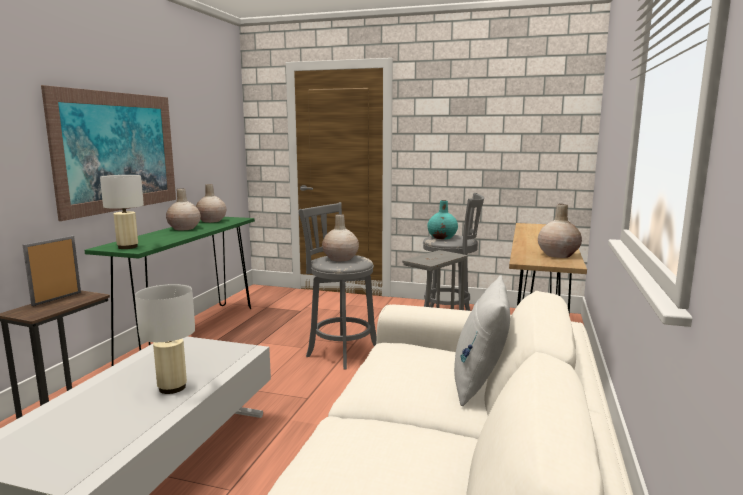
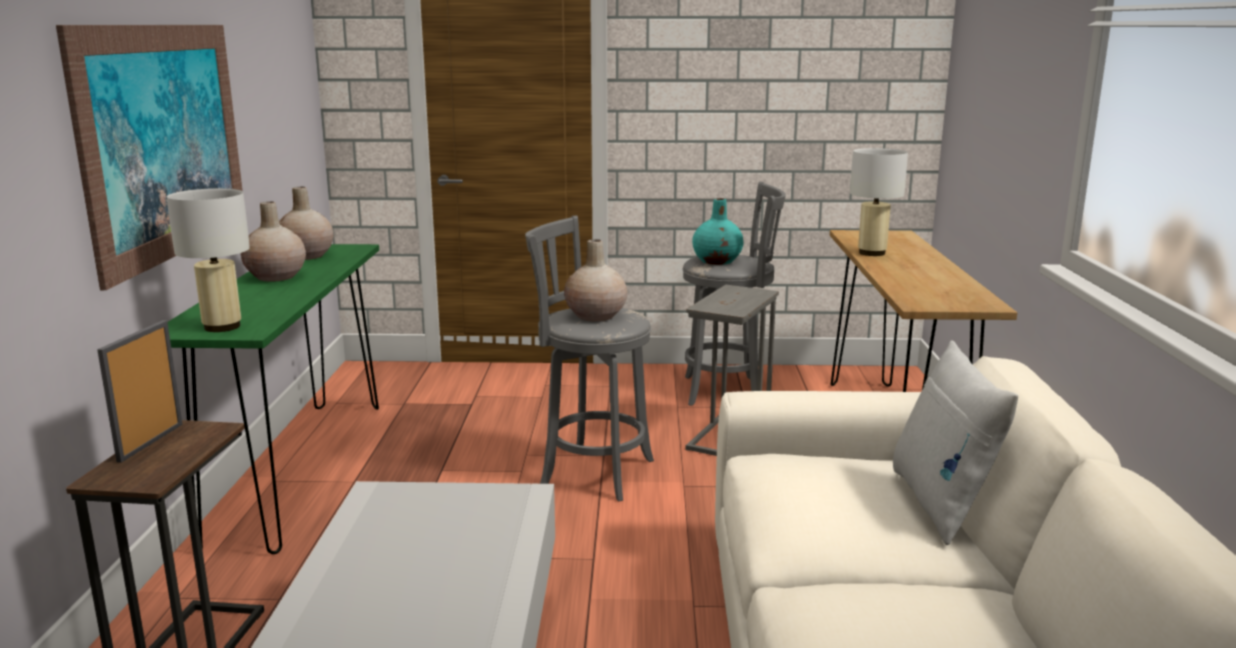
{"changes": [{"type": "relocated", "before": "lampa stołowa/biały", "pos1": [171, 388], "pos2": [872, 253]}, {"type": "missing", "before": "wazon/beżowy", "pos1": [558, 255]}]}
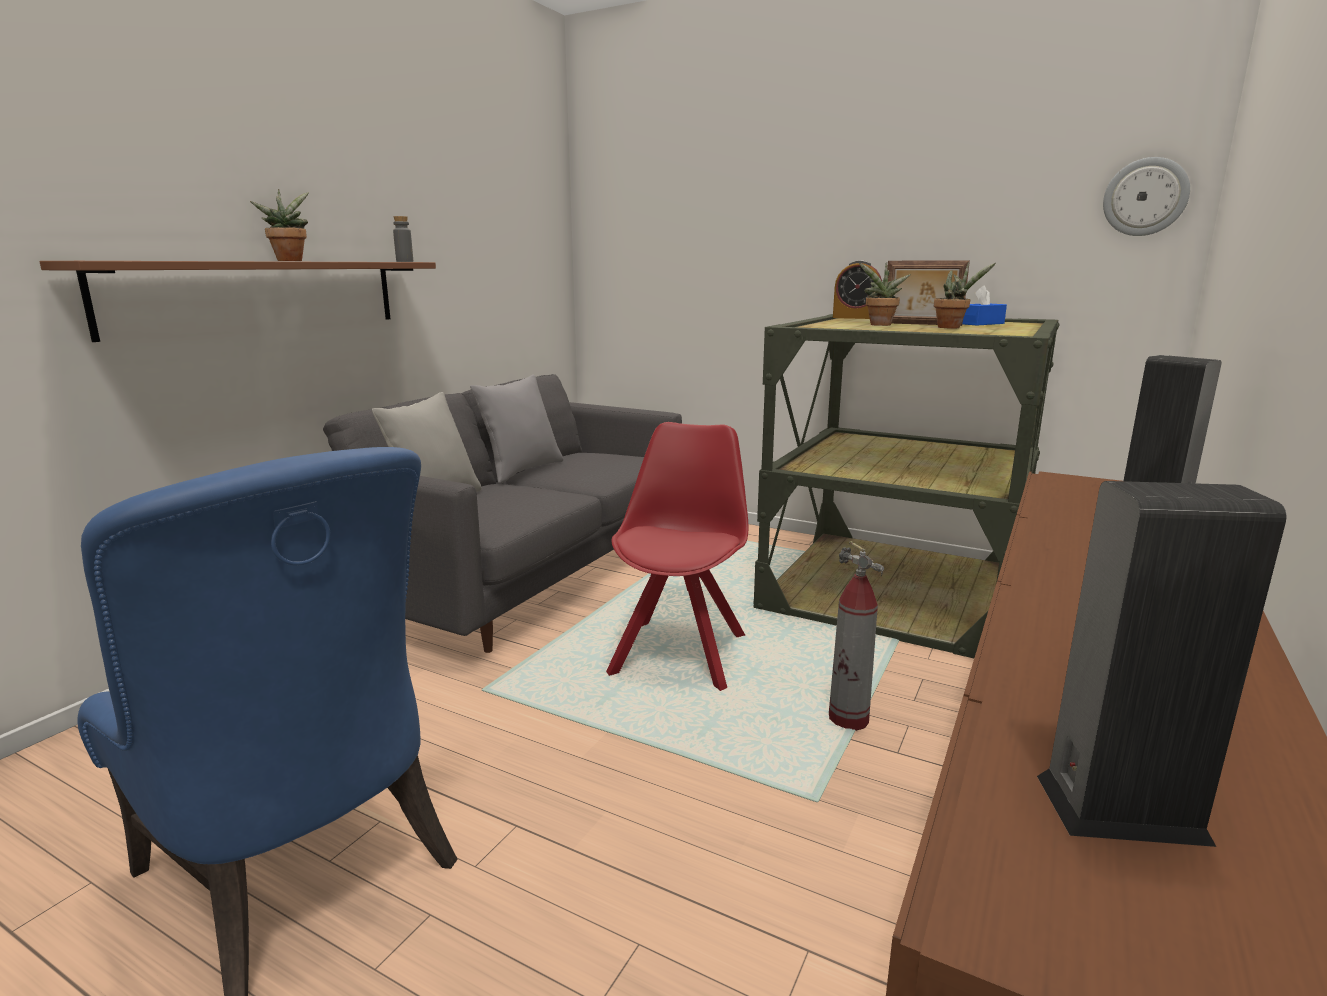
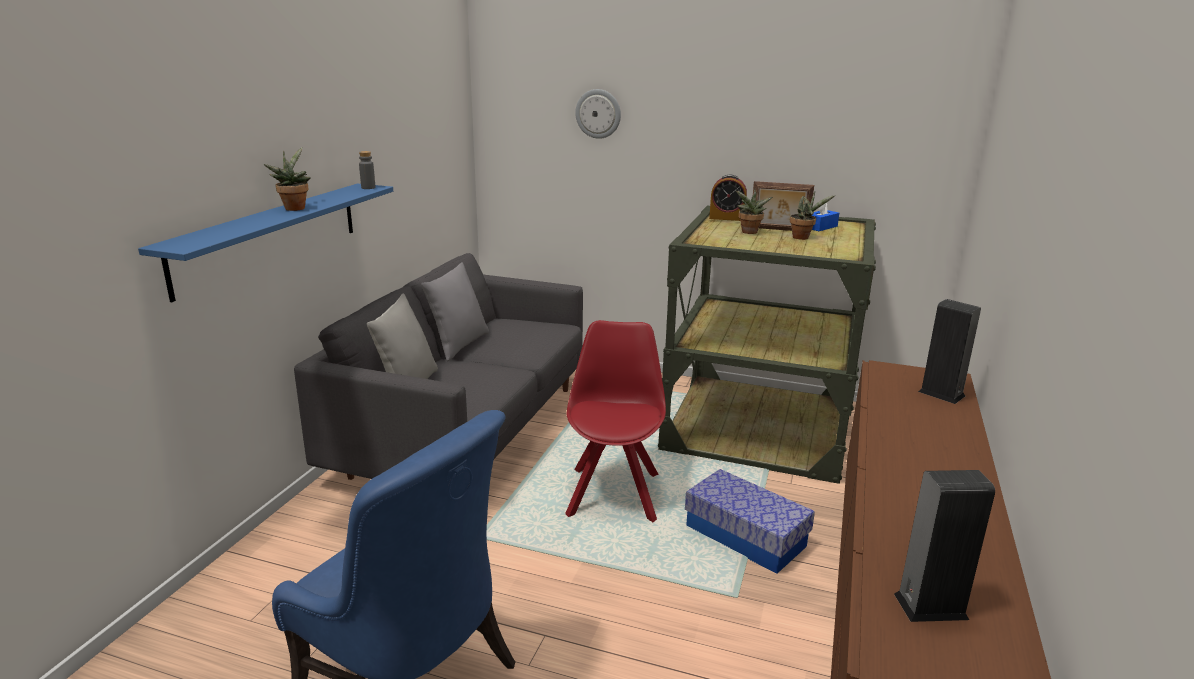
{"changes": [{"type": "colour", "before": "półka/brązowy", "after": "półka/niebieski", "pos1": [261, 295], "pos2": [270, 236]}, {"type": "exchanged", "before": "gaśnica", "after": "pojemnik do przechowywania", "pos1": [848, 719], "pos2": [745, 536]}, {"type": "relocated", "before": "zegar ścienny", "pos1": [1145, 197], "pos2": [598, 113]}]}
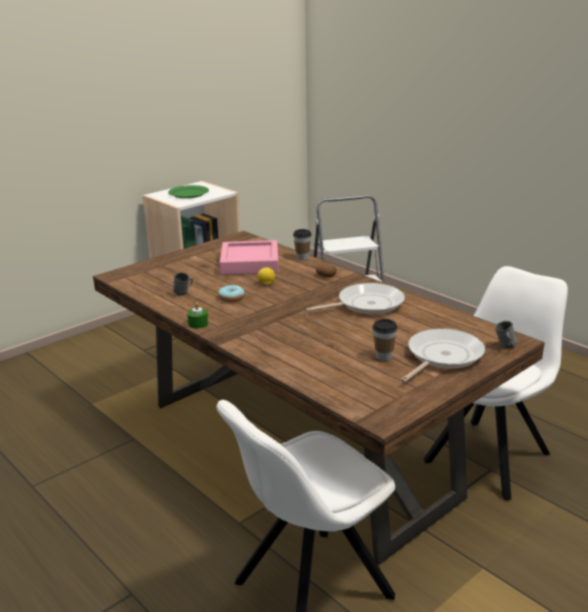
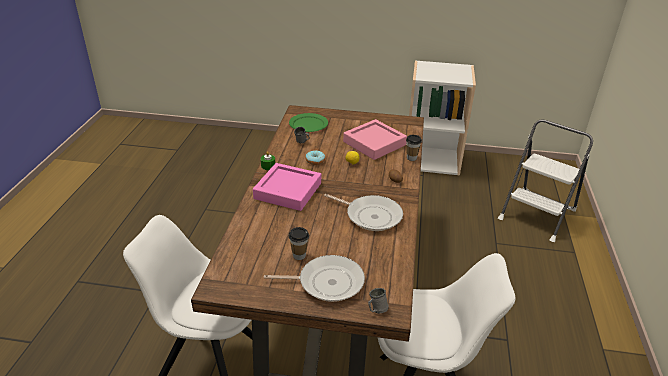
{"changes": [{"type": "relocated", "before": "talerz/zielony", "pos1": [189, 193], "pos2": [309, 124]}, {"type": "appeared", "after": "taca/różowy", "pos2": [288, 191]}]}
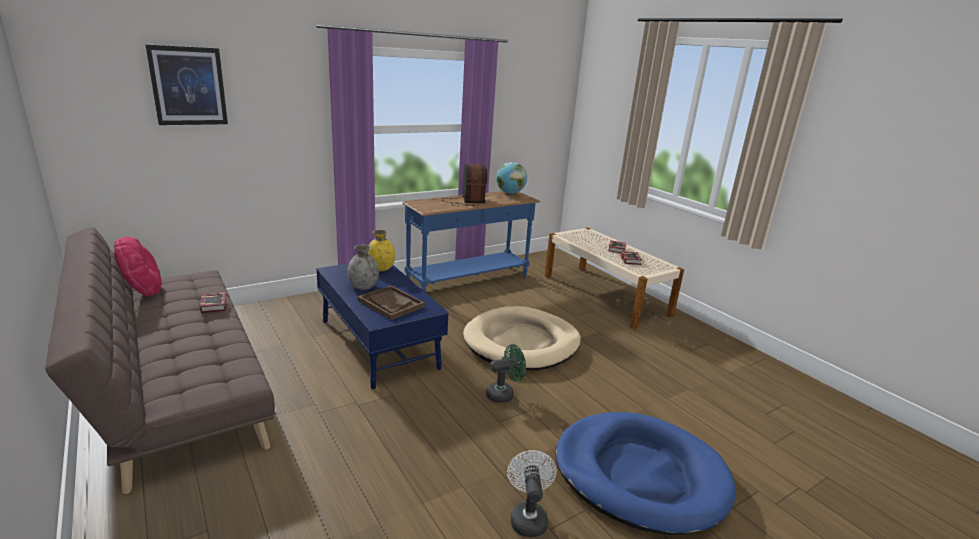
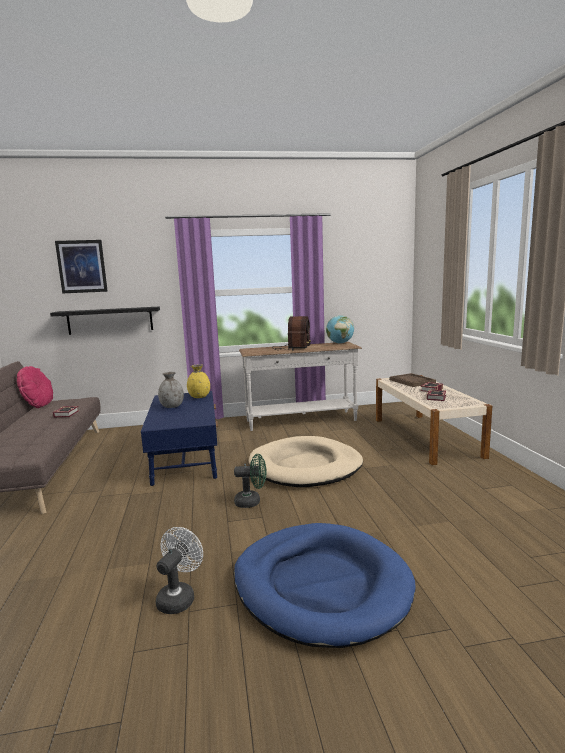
{"changes": [{"type": "relocated", "before": "taca/brązowy", "pos1": [390, 304], "pos2": [412, 381]}, {"type": "colour", "before": "stolik konsolowy/niebieski", "after": "stolik konsolowy/biały", "pos1": [468, 281], "pos2": [301, 421]}, {"type": "appeared", "after": "półka/czarny", "pos2": [110, 320]}]}
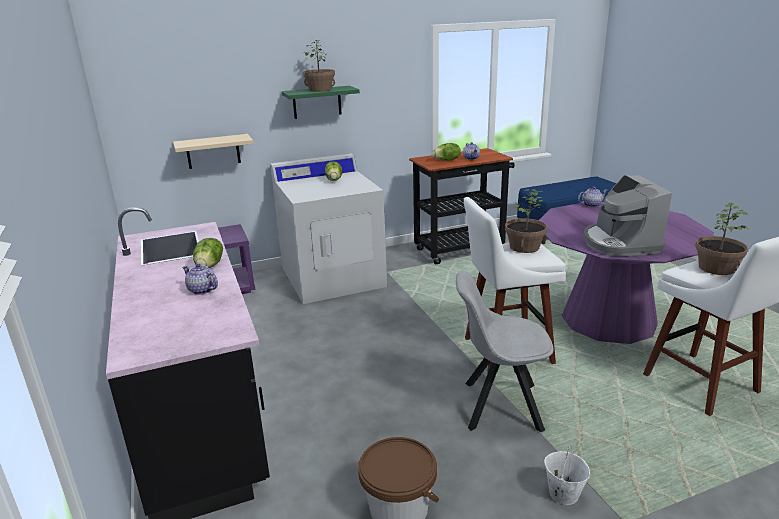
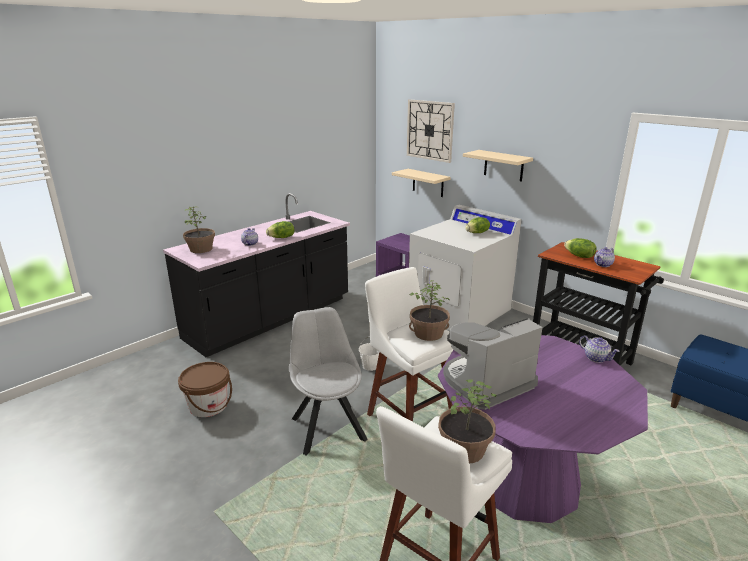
{"changes": [{"type": "colour", "before": "półka/zielony", "after": "półka/beżowy", "pos1": [317, 102], "pos2": [503, 165]}, {"type": "relocated", "before": "roślina doniczkowa", "pos1": [320, 90], "pos2": [201, 249]}, {"type": "relocated", "before": "wiadro/biały", "pos1": [563, 493], "pos2": [370, 366]}, {"type": "appeared", "after": "zegar ścienny", "pos2": [430, 130]}]}
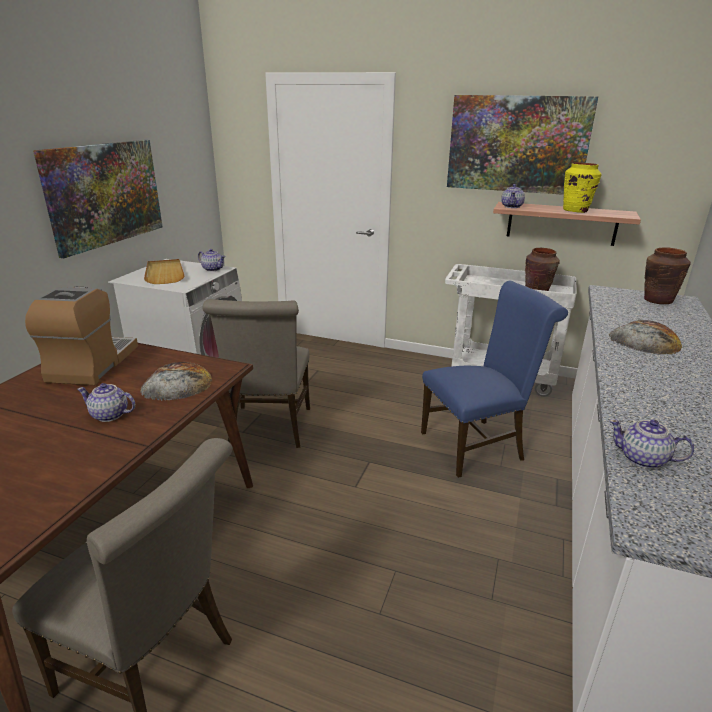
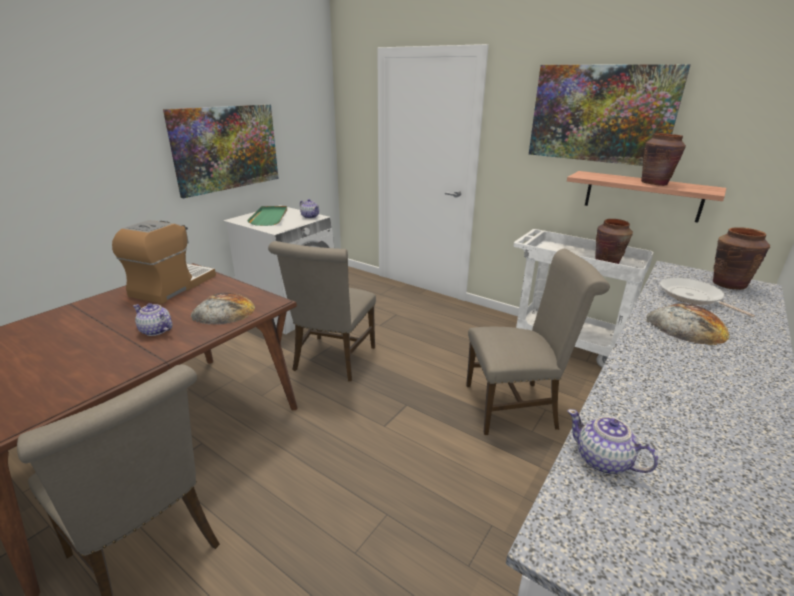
{"changes": [{"type": "colour", "before": "taca/beżowy", "after": "taca/zielony", "pos1": [164, 273], "pos2": [269, 217]}, {"type": "colour", "before": "krzesło/niebieski", "after": "krzesło/beżowy", "pos1": [477, 445], "pos2": [516, 406]}, {"type": "missing", "before": "imbryk", "pos1": [512, 206]}, {"type": "colour", "before": "wazon/żółty", "after": "wazon/brązowy", "pos1": [575, 210], "pos2": [654, 183]}, {"type": "appeared", "after": "patelnia", "pos2": [693, 297]}]}
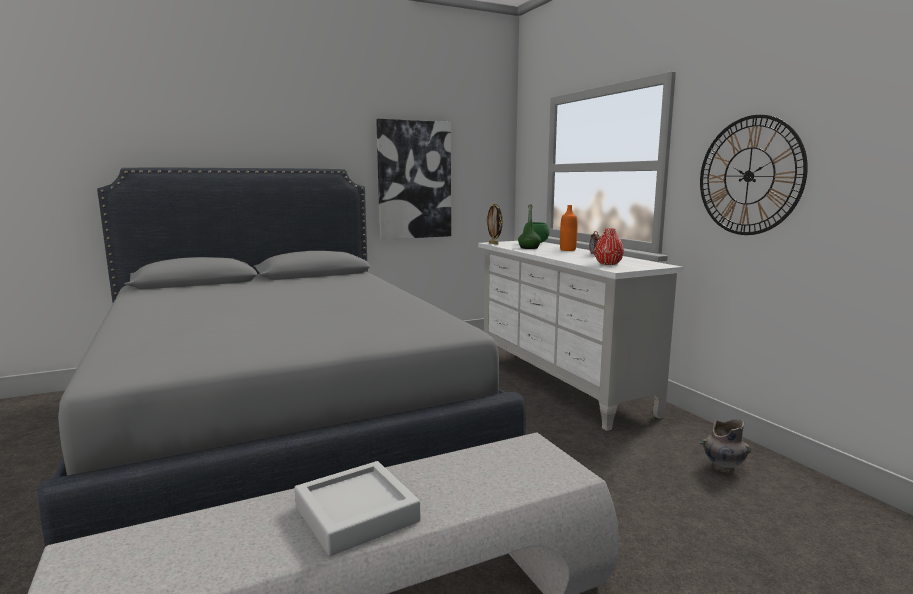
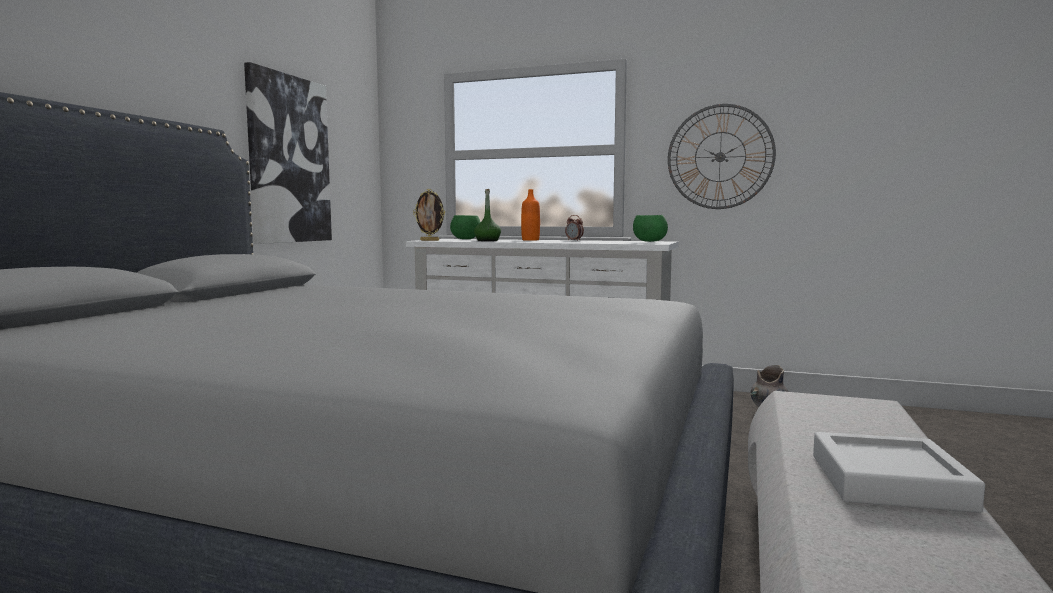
{"changes": [{"type": "missing", "before": "wazon/czerwony", "pos1": [608, 264]}, {"type": "appeared", "after": "miska/zielony", "pos2": [649, 241]}]}
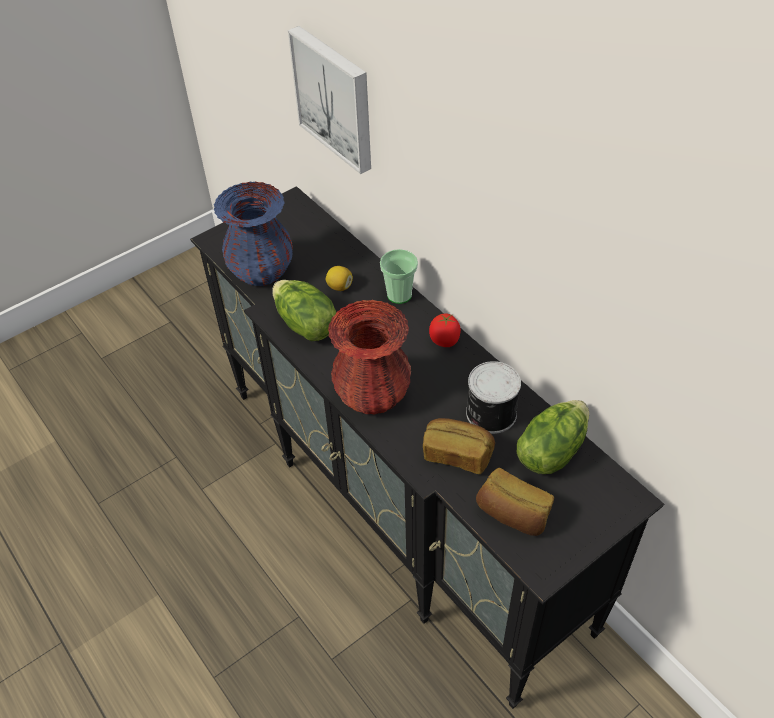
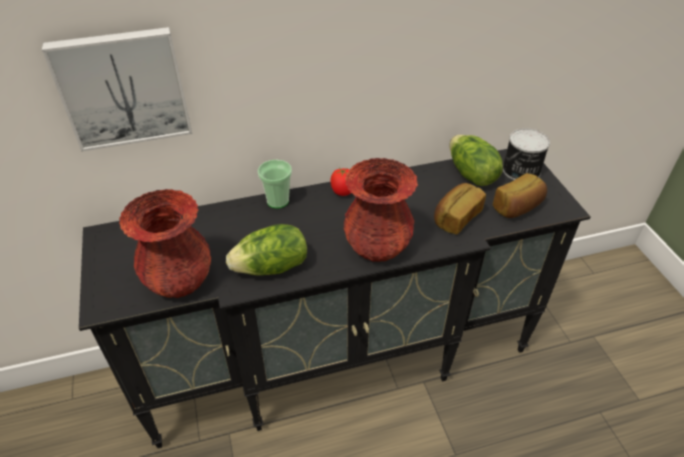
{"changes": [{"type": "colour", "before": "wazon/niebieski", "after": "wazon/czerwony", "pos1": [261, 272], "pos2": [179, 281]}, {"type": "missing", "before": "cytryna", "pos1": [339, 286]}, {"type": "relocated", "before": "puszka", "pos1": [489, 413], "pos2": [521, 171]}]}
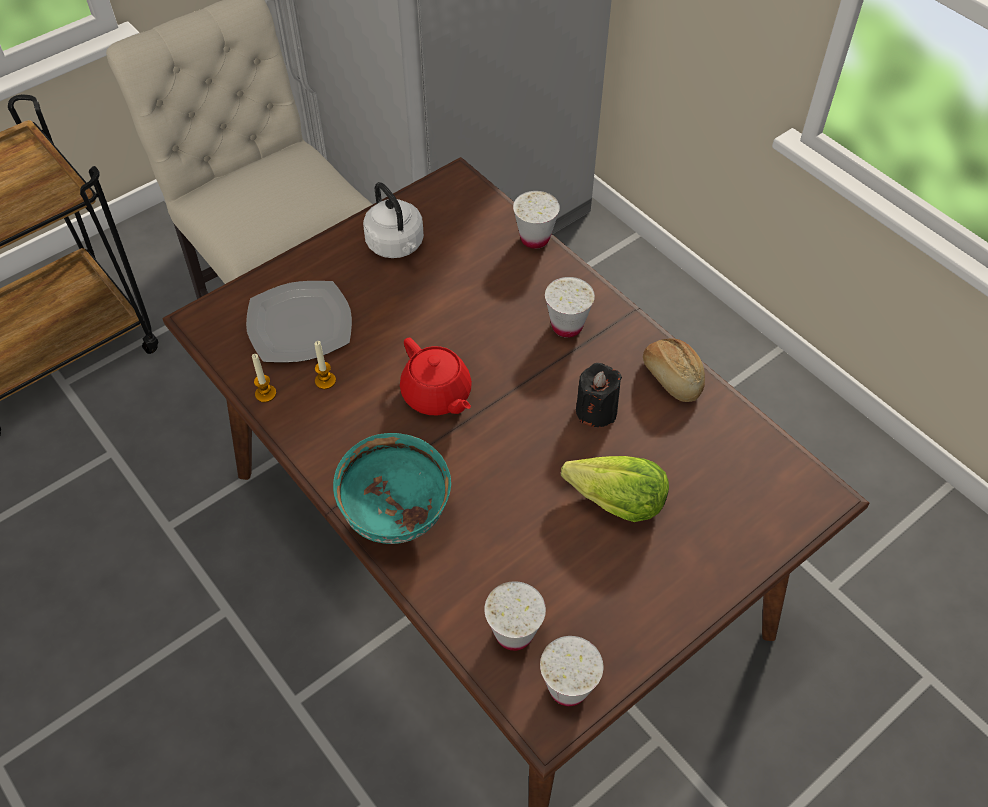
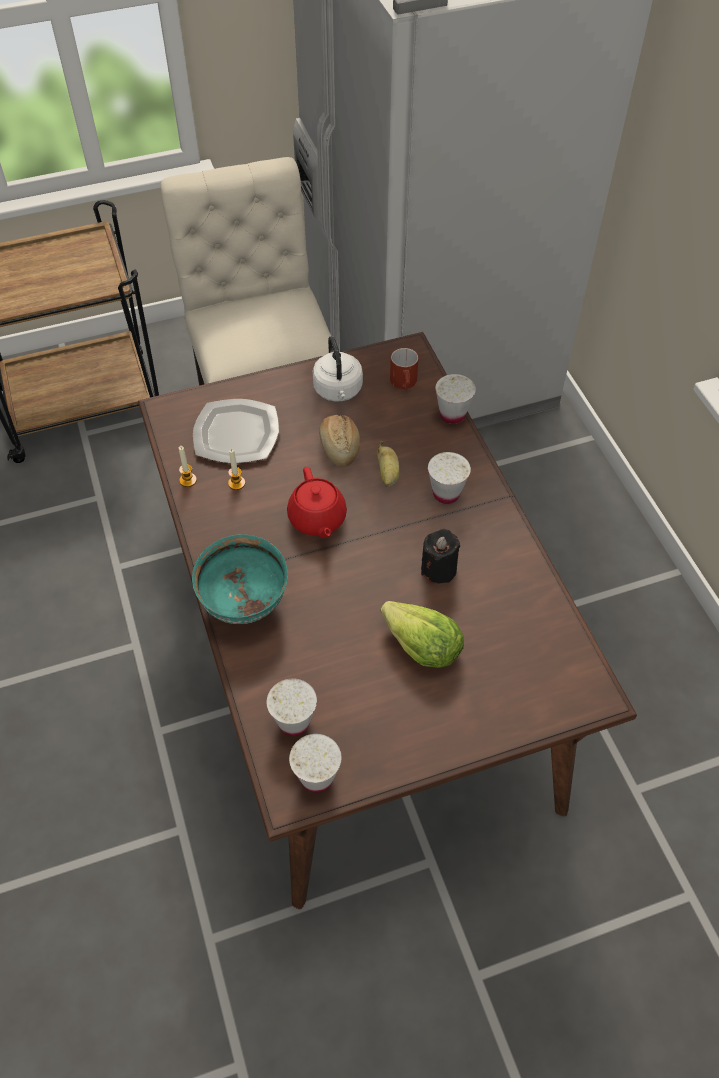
{"changes": [{"type": "relocated", "before": "chleb", "pos1": [672, 378], "pos2": [339, 447]}, {"type": "appeared", "after": "banan", "pos2": [388, 474]}, {"type": "appeared", "after": "kubek/czerwony", "pos2": [405, 383]}]}
